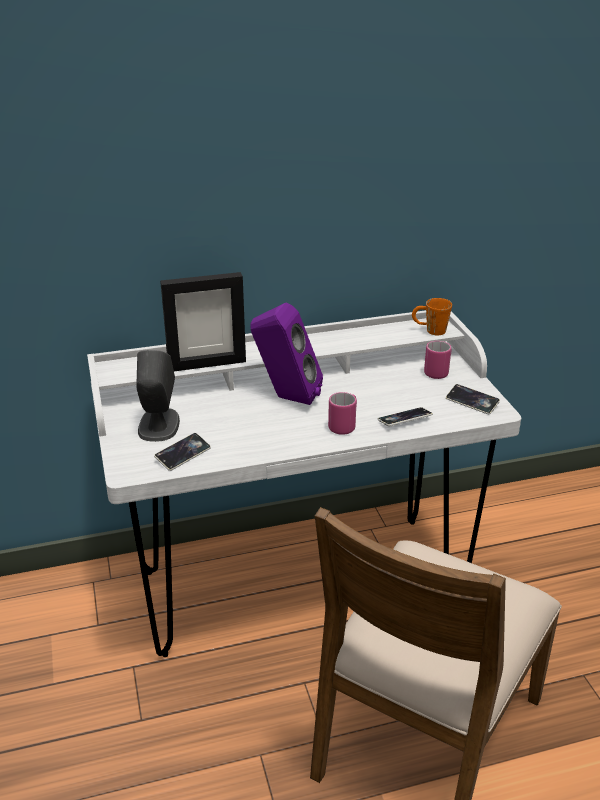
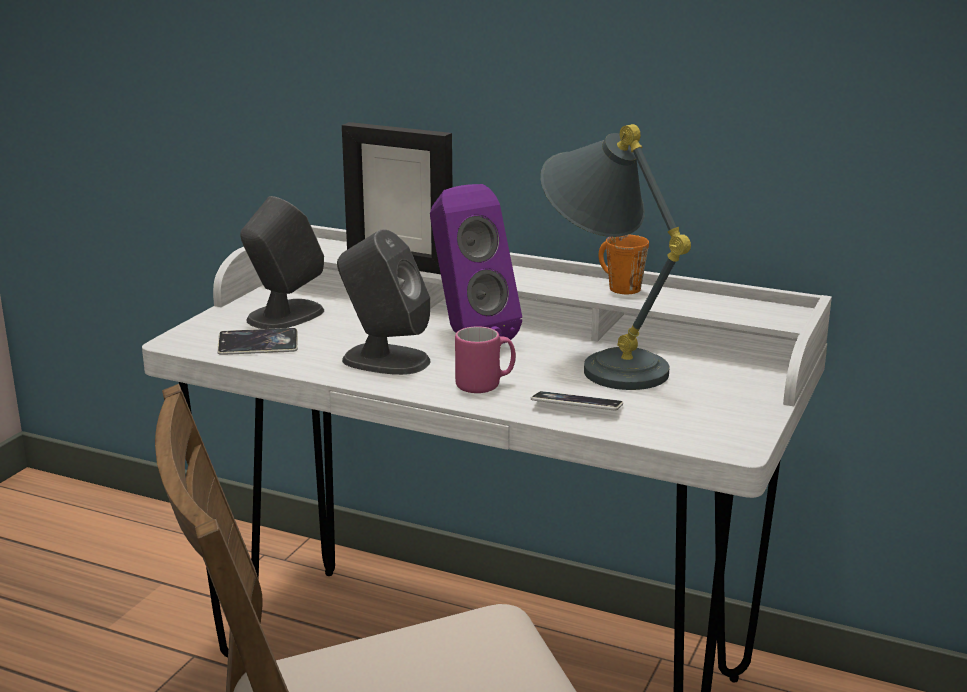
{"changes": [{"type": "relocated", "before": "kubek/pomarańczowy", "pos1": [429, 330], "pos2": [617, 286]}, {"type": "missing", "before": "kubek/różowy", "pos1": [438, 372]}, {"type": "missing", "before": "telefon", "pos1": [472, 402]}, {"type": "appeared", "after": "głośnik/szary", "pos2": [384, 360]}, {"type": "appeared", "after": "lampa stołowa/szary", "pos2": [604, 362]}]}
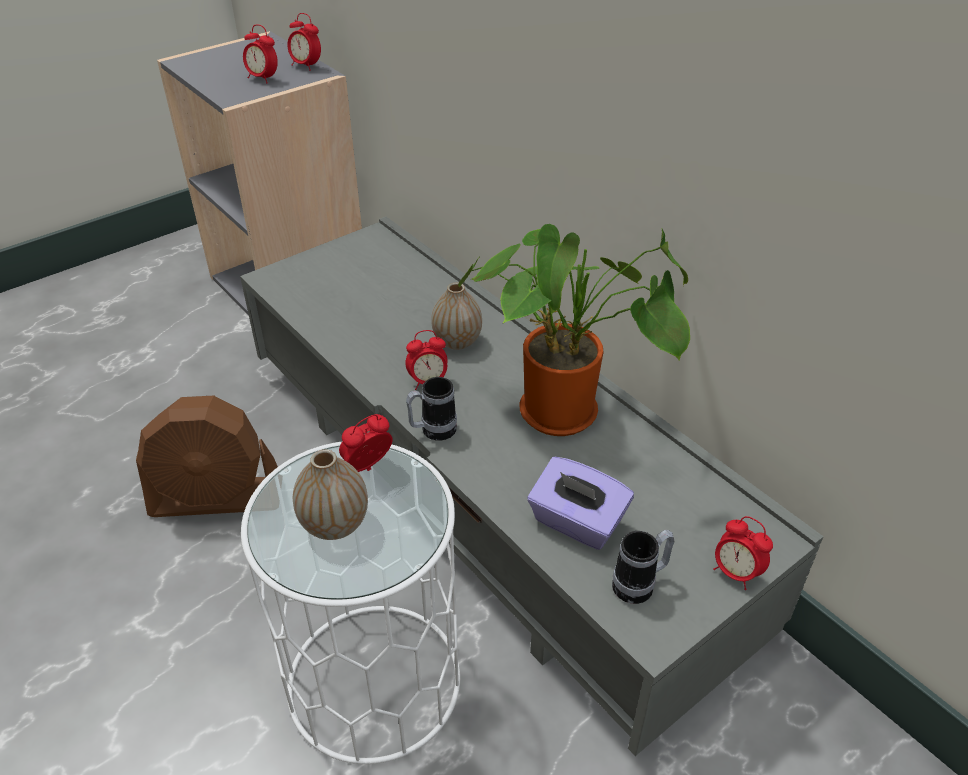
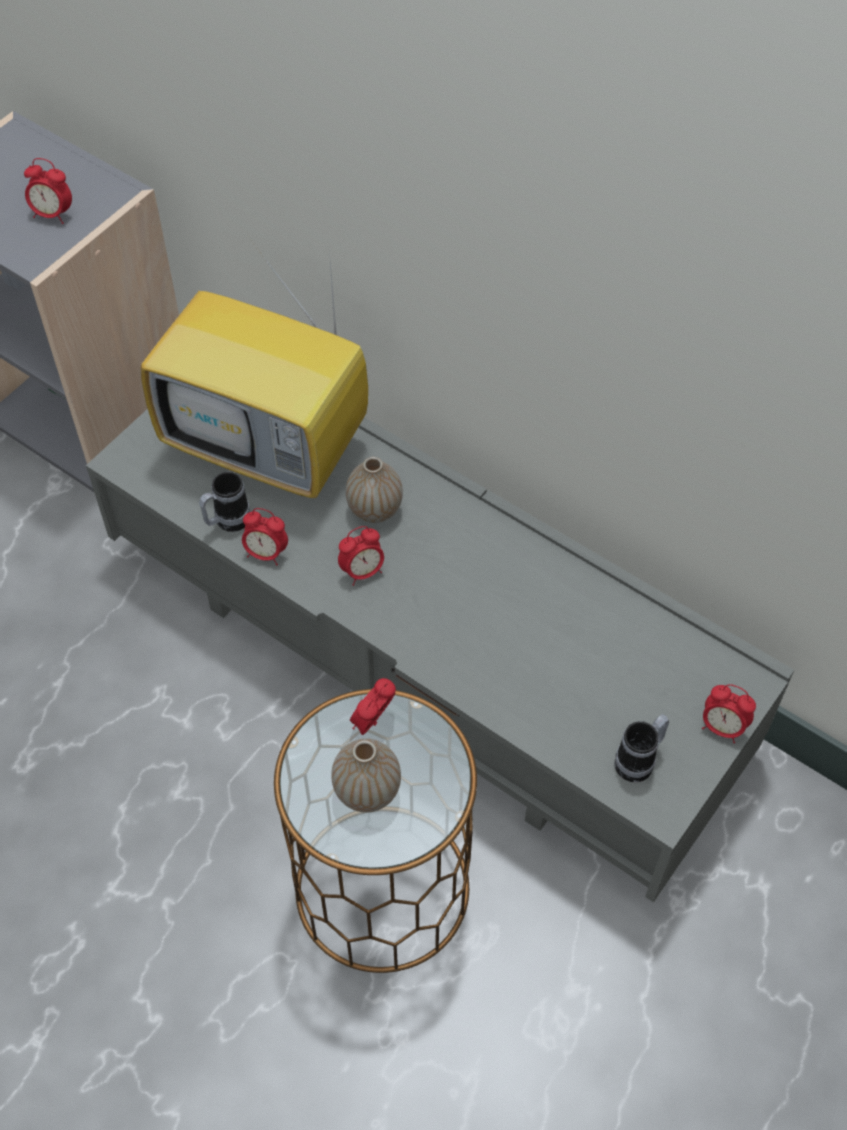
{"changes": [{"type": "missing", "before": "wentylator/brązowy", "pos1": [217, 498]}, {"type": "colour", "before": "stolik/biały", "after": "stolik/brązowy", "pos1": [374, 681], "pos2": [382, 888]}, {"type": "relocated", "before": "budzik", "pos1": [306, 66], "pos2": [266, 553]}, {"type": "relocated", "before": "kubek", "pos1": [432, 431], "pos2": [227, 522]}, {"type": "missing", "before": "roślina doniczkowa", "pos1": [568, 413]}, {"type": "missing", "before": "pudełko chusteczek/fioletowy", "pos1": [576, 523]}, {"type": "appeared", "after": "telewizor", "pos2": [270, 447]}]}
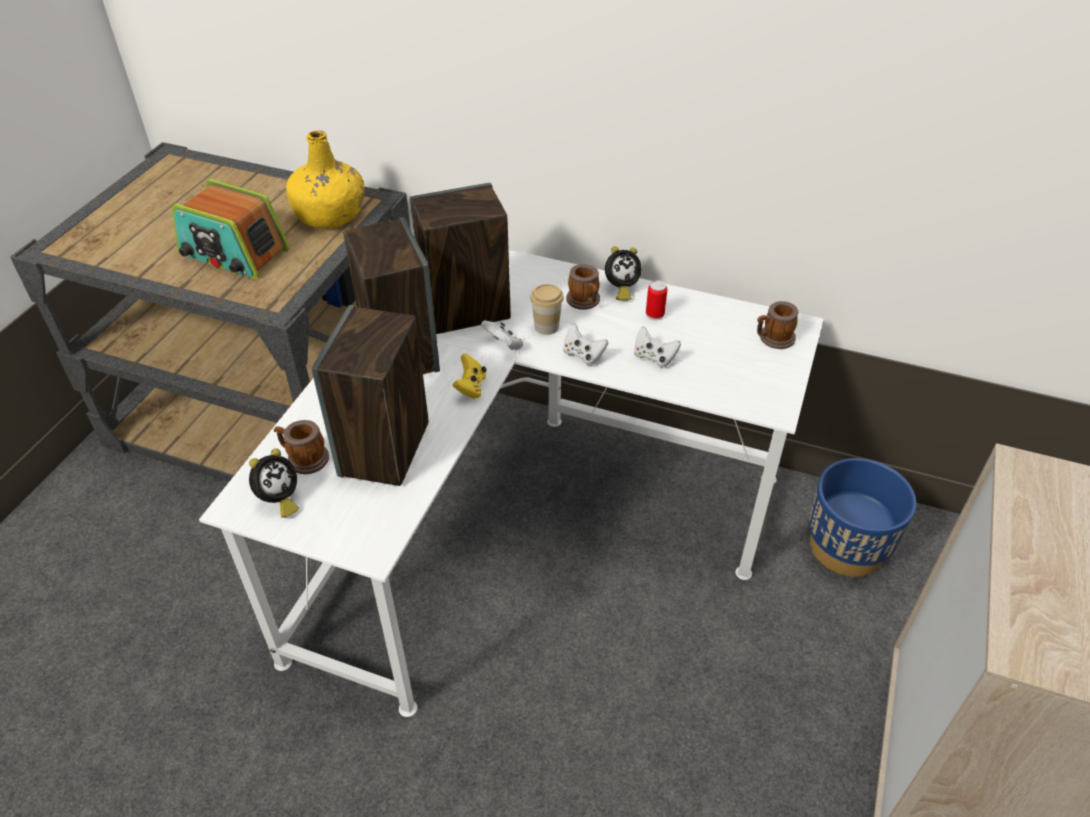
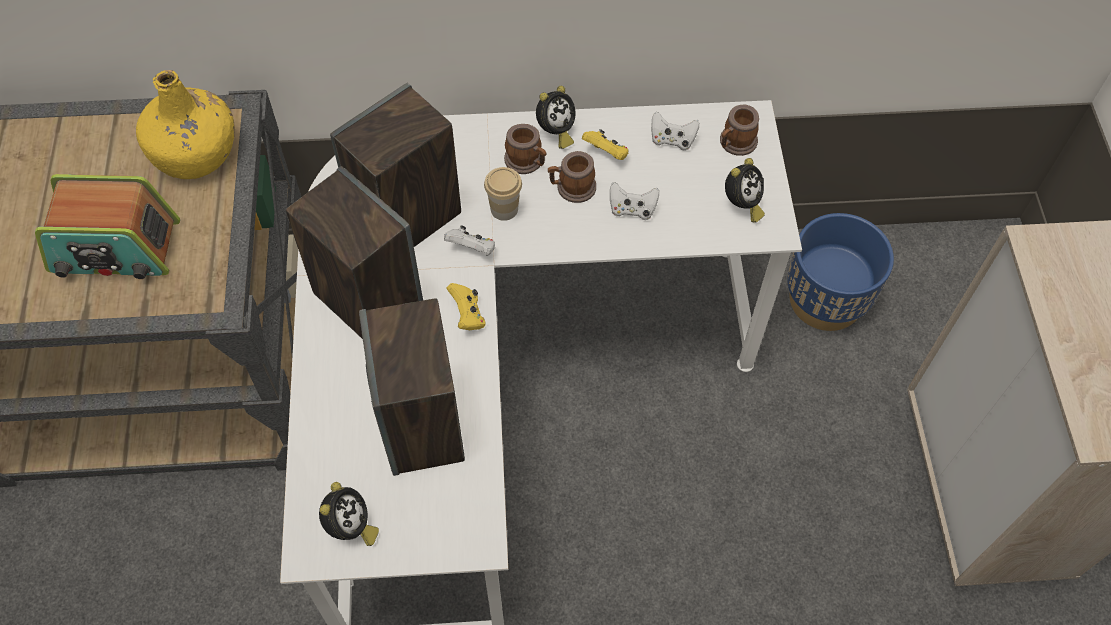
{"changes": [{"type": "relocated", "before": "kubek", "pos1": [304, 458], "pos2": [572, 188]}, {"type": "relocated", "before": "pad do gier/biały", "pos1": [583, 355], "pos2": [672, 140]}, {"type": "exchanged", "before": "puszka", "after": "pad do gier/żółty", "pos1": [655, 314], "pos2": [606, 153]}, {"type": "appeared", "after": "budzik", "pos2": [742, 205]}]}
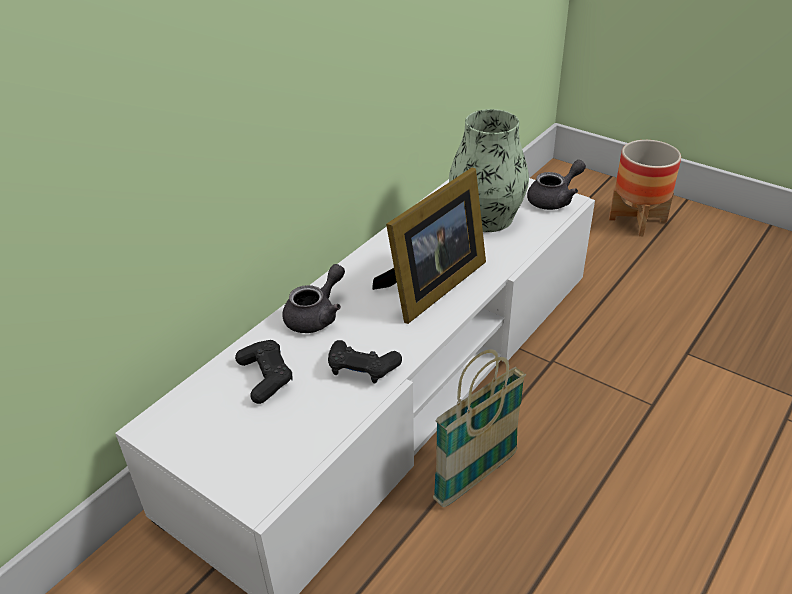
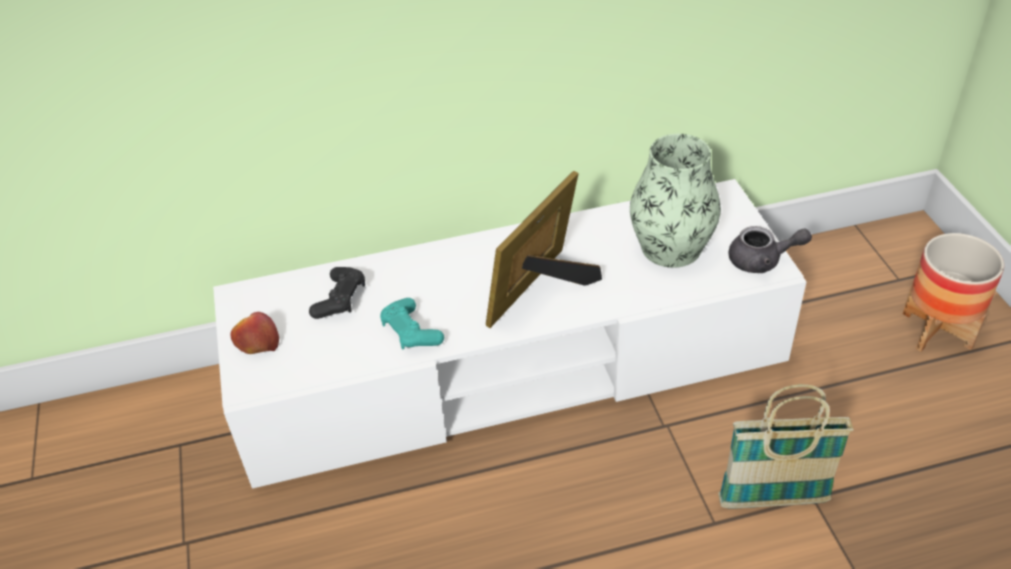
{"changes": [{"type": "missing", "before": "imbryk/szary", "pos1": [316, 315]}, {"type": "colour", "before": "pad do gier/czarny", "after": "pad do gier/turkusowy", "pos1": [362, 368], "pos2": [411, 332]}, {"type": "spun", "before": "ramka na zdjęcie", "pos1": [431, 286], "pos2": [542, 290], "turn": 135}, {"type": "relocated", "before": "koszyk", "pos1": [476, 477], "pos2": [773, 500]}, {"type": "appeared", "after": "jabłko", "pos2": [256, 342]}]}
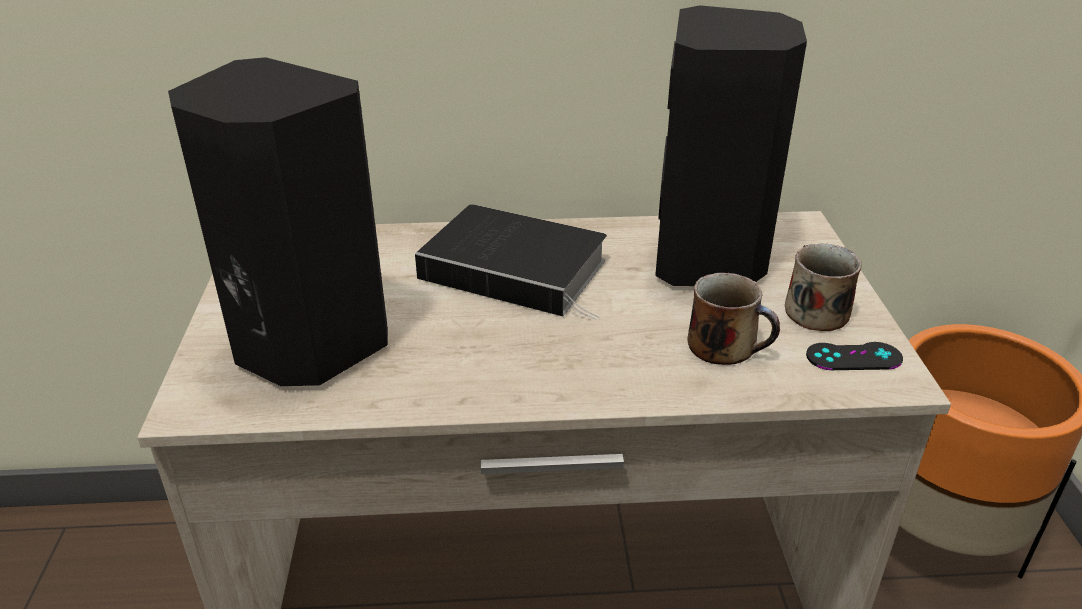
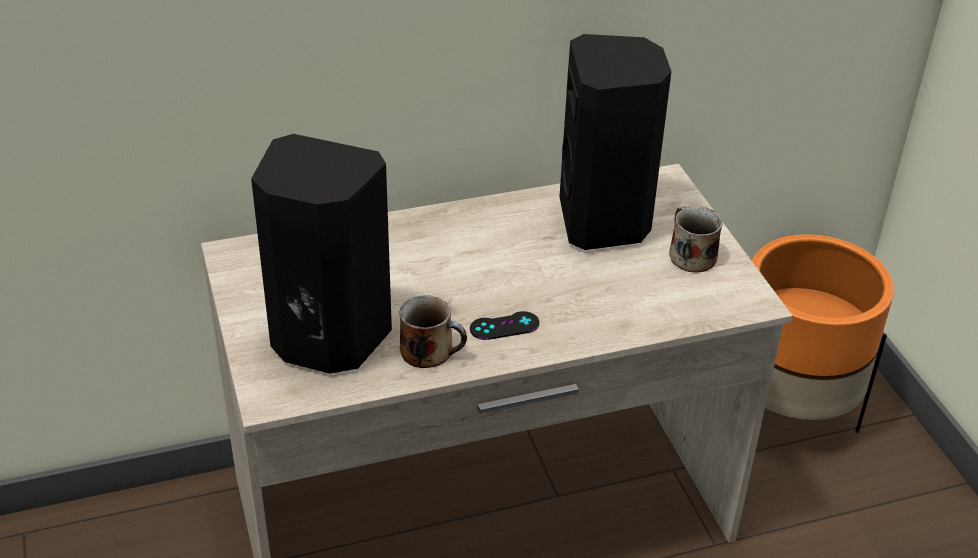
{"changes": [{"type": "missing", "before": "książka", "pos1": [519, 269]}, {"type": "relocated", "before": "kubek", "pos1": [725, 345], "pos2": [430, 350]}, {"type": "relocated", "before": "pad do gier/czarny", "pos1": [853, 357], "pos2": [504, 326]}]}
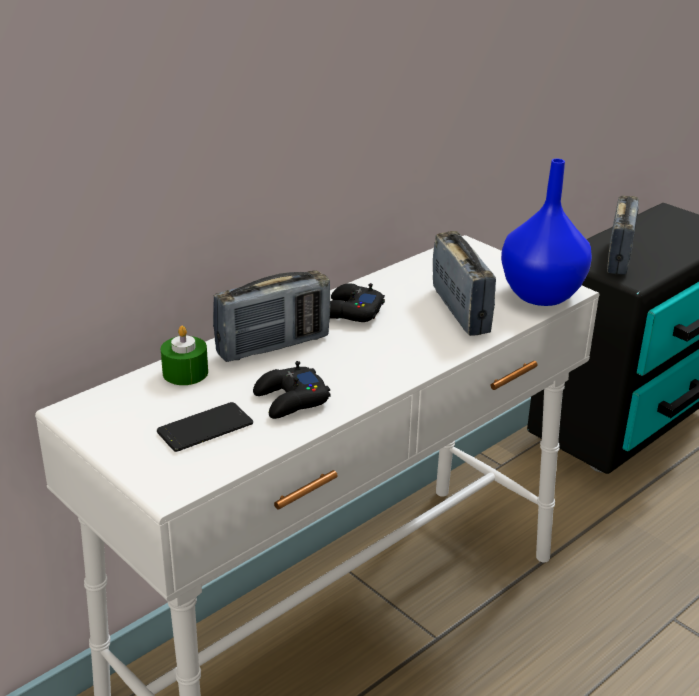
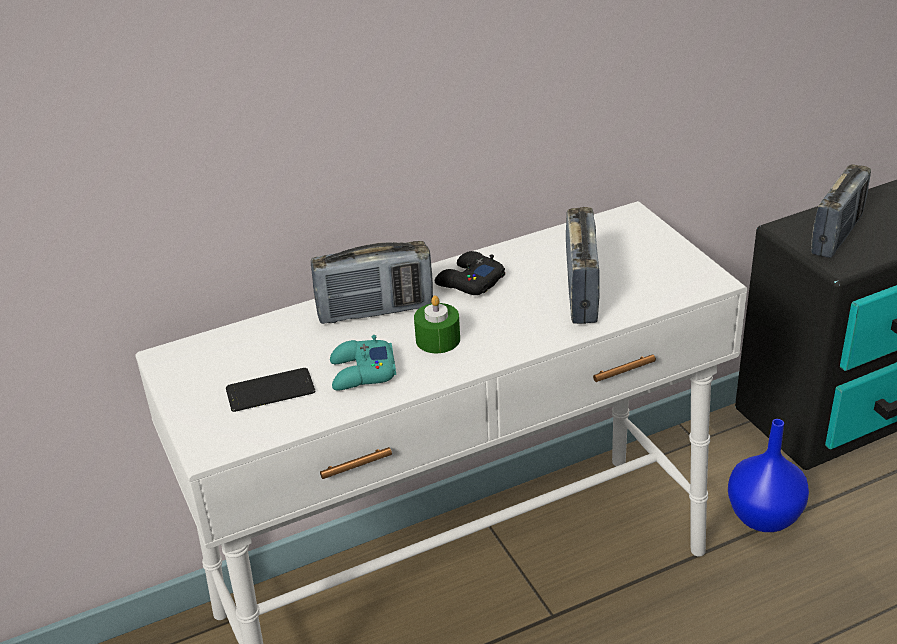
{"changes": [{"type": "relocated", "before": "świeca/zielony", "pos1": [185, 373], "pos2": [438, 339]}, {"type": "colour", "before": "pad do gier/czarny", "after": "pad do gier/turkusowy", "pos1": [291, 400], "pos2": [362, 372]}, {"type": "relocated", "before": "wazon/niebieski", "pos1": [539, 294], "pos2": [762, 516]}]}
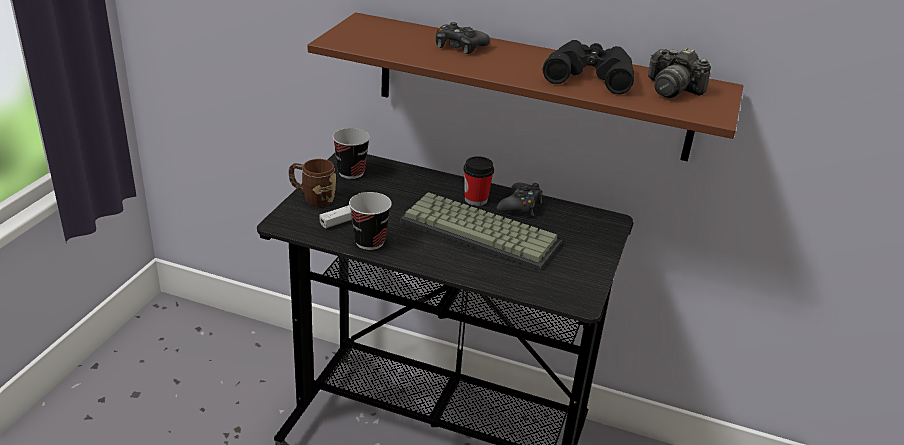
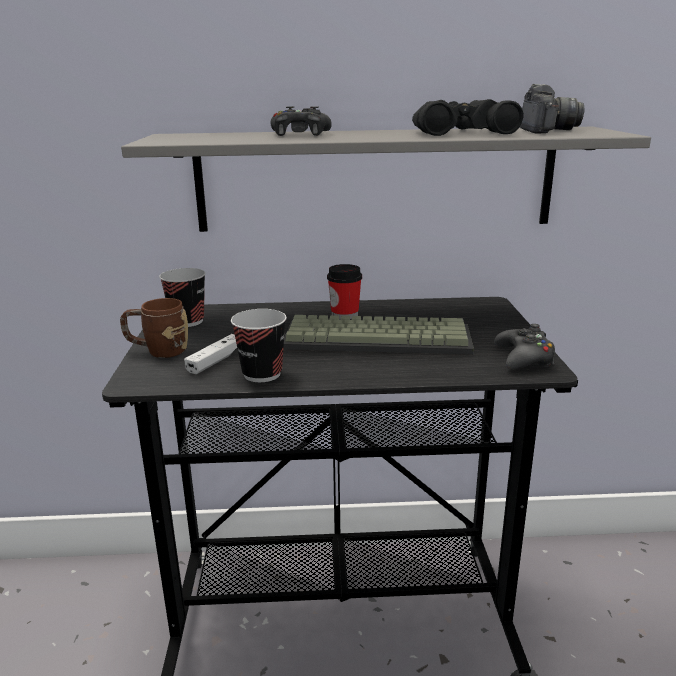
{"changes": [{"type": "colour", "before": "półka/brązowy", "after": "półka/szary", "pos1": [532, 87], "pos2": [375, 179]}, {"type": "relocated", "before": "pad do gier/czarny", "pos1": [520, 206], "pos2": [524, 358]}, {"type": "spun", "before": "aparat fotograficzny", "pos1": [672, 89], "pos2": [546, 130], "turn": -105}]}
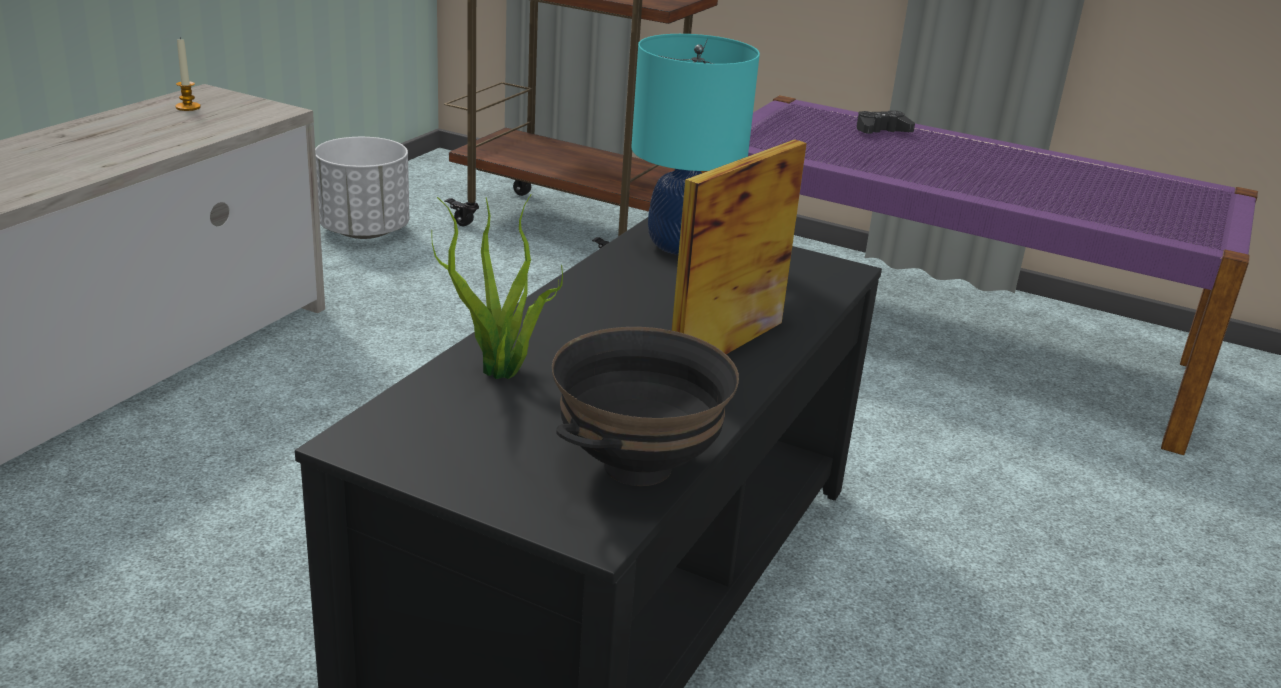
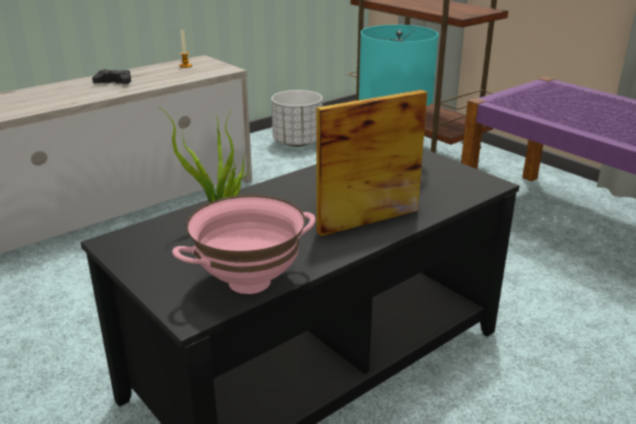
{"changes": [{"type": "colour", "before": "miska/czarny", "after": "miska/różowy", "pos1": [636, 466], "pos2": [249, 281]}, {"type": "relocated", "before": "pad do gier/czarny", "pos1": [881, 131], "pos2": [114, 82]}]}
